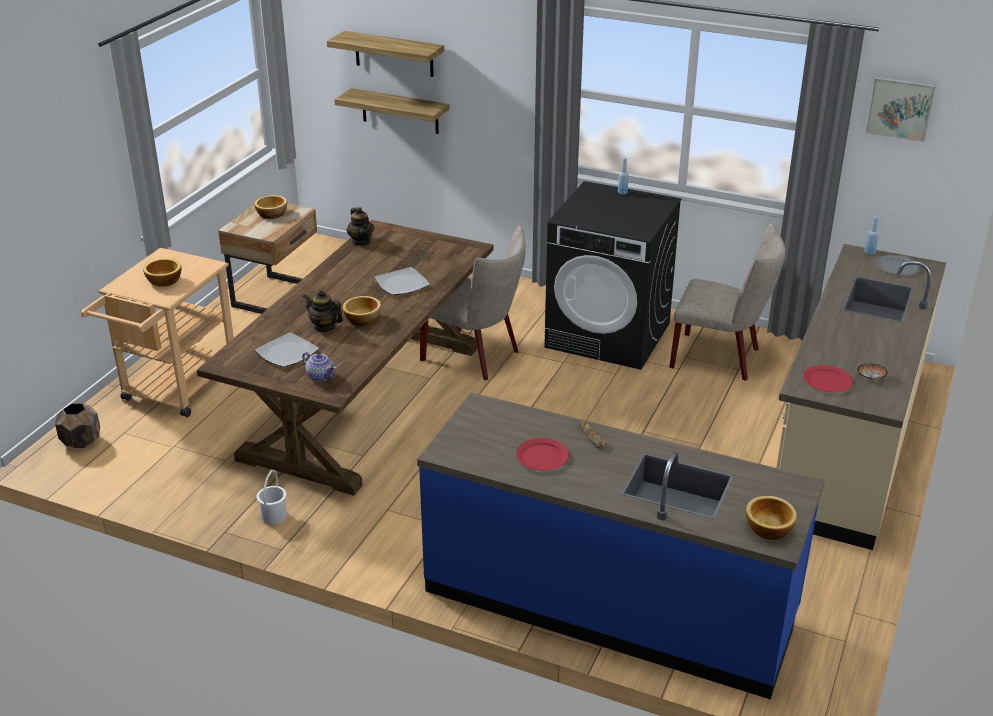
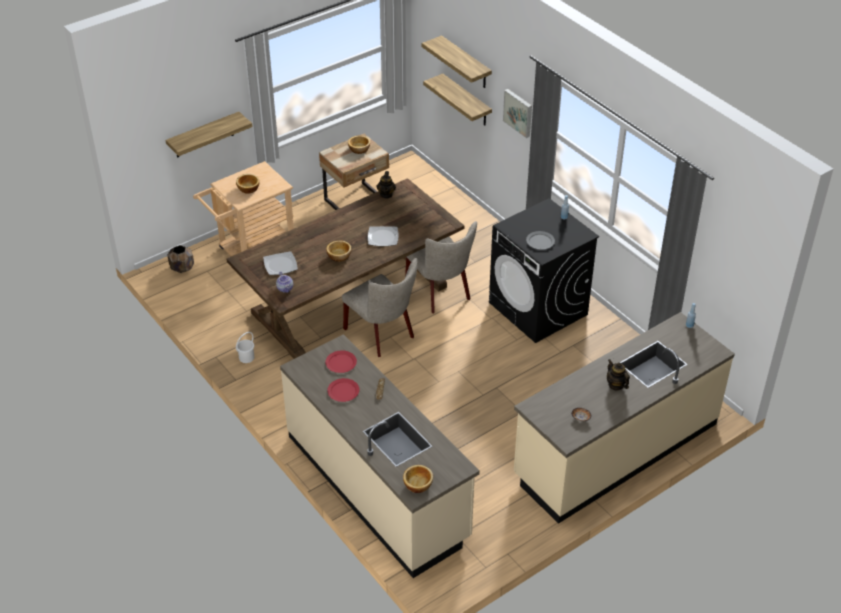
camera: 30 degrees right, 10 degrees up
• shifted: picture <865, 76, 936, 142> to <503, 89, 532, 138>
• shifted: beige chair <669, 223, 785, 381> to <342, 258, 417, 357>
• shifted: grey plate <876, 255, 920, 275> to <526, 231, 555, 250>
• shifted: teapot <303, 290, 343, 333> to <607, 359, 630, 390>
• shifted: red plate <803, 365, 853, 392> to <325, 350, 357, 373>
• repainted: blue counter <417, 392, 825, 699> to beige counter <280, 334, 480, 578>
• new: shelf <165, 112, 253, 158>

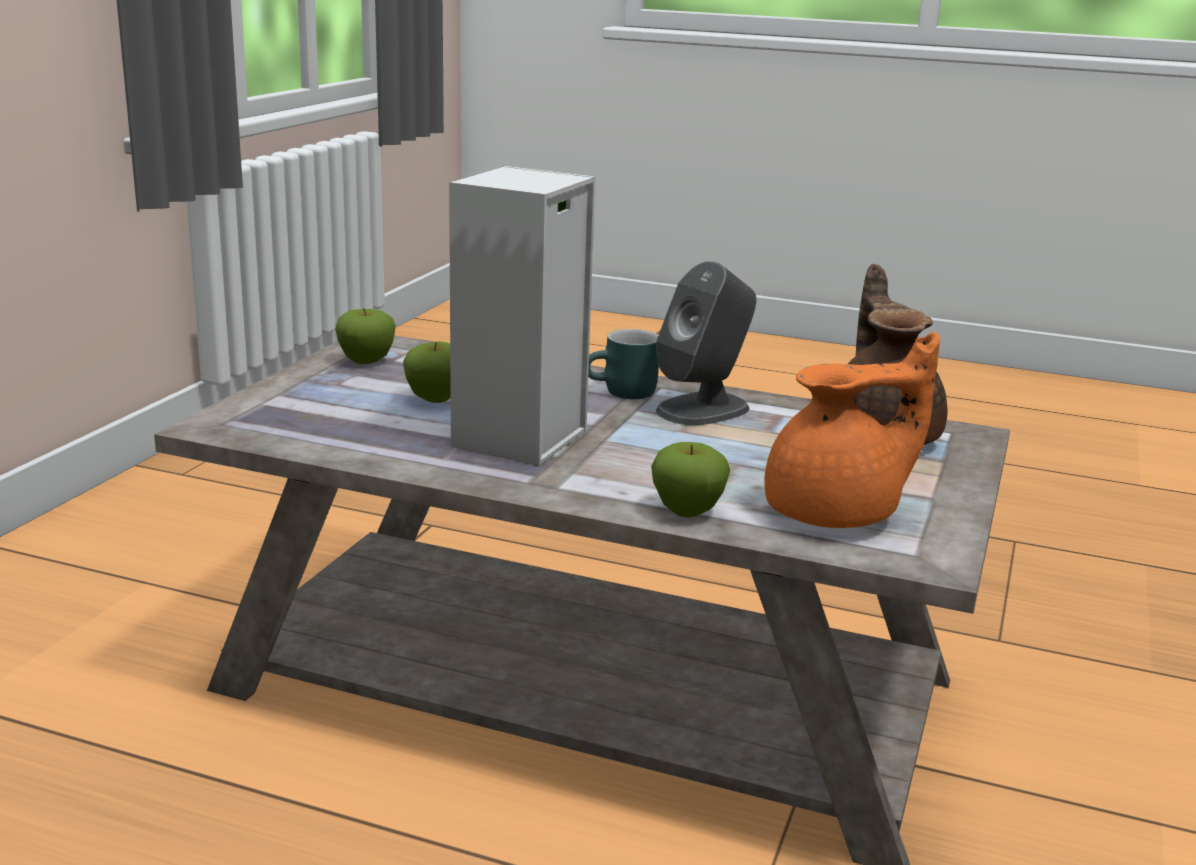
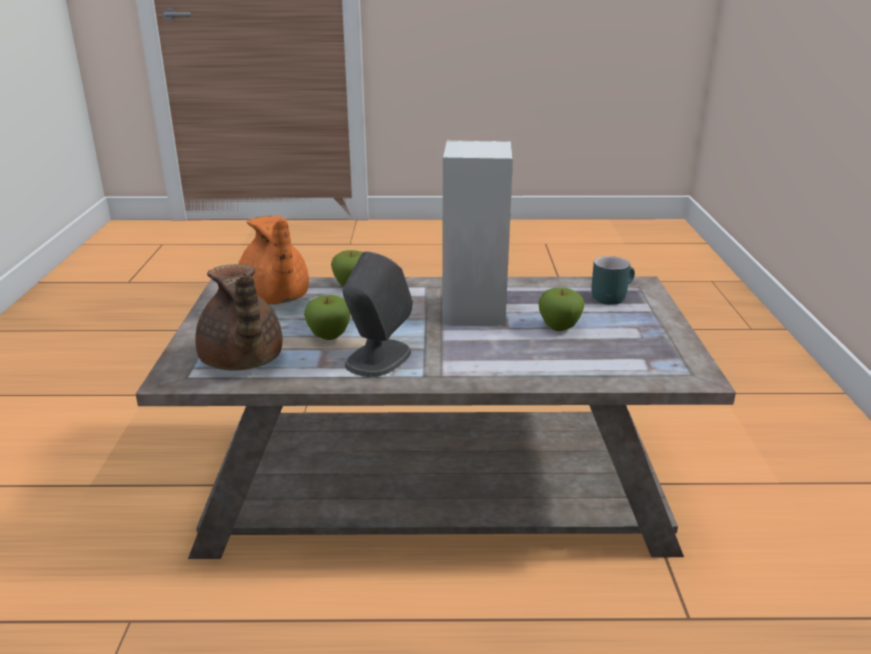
camera: 160 degrees right, 5 degrees up
• shifted: apple <335, 309, 396, 364> to <304, 295, 350, 340>
• shifted: turquoise mug <588, 329, 659, 399> to <592, 256, 635, 305>
• rotated: orange teapot <764, 332, 940, 528> = <238, 216, 309, 304> 75 degrees counterclockwise

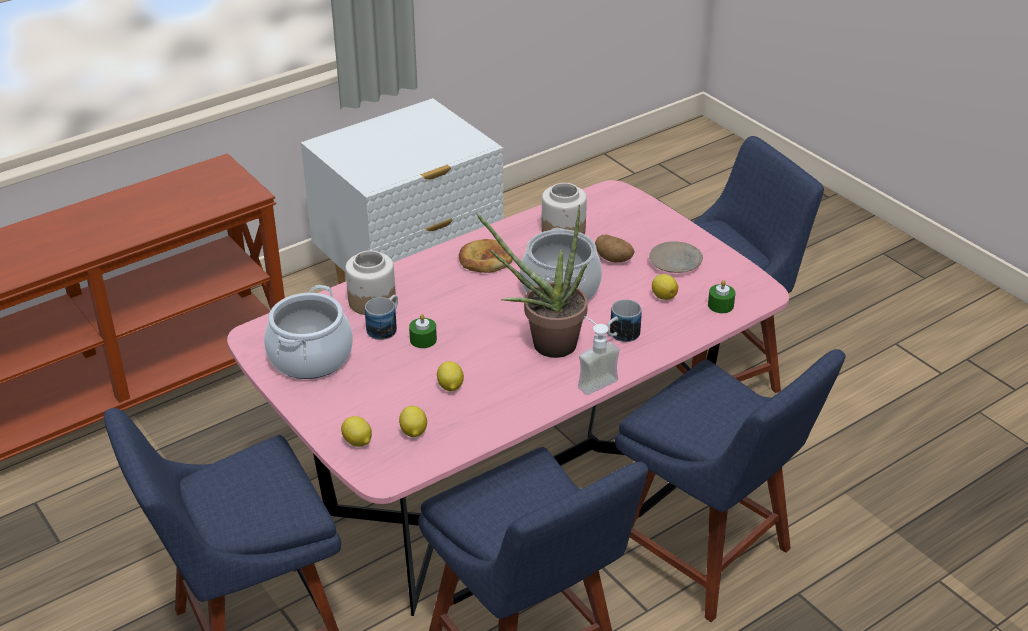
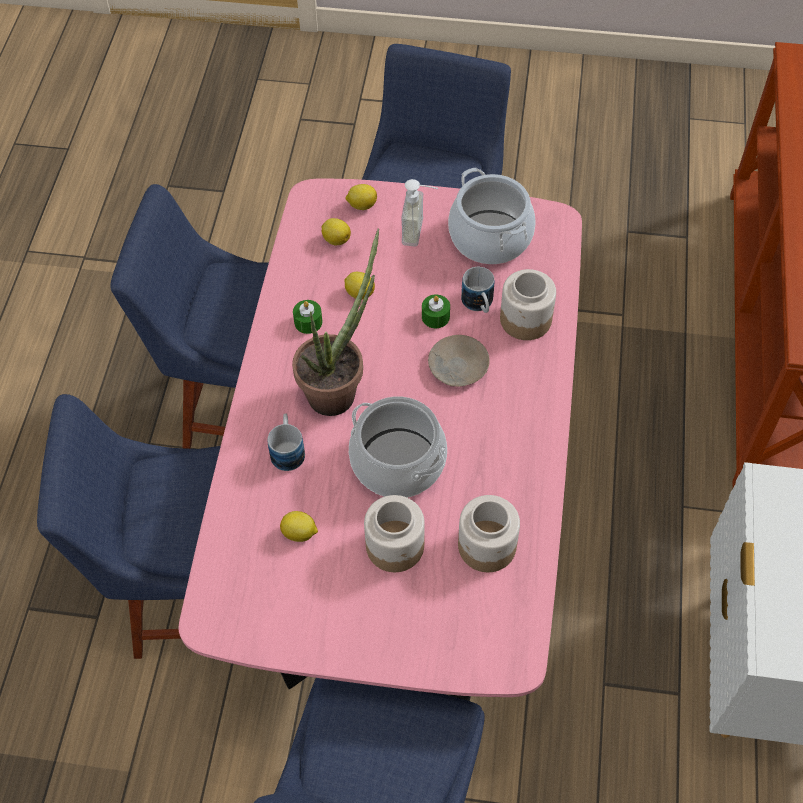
camera: 135 degrees right, 20 degrees up
• swapped: potato <595, 235, 635, 262> to jar <364, 495, 425, 572>
• gone: bread <458, 239, 513, 273>
• shifted: beige plate <649, 241, 703, 273> to <428, 335, 490, 387>
• shifted: green candle <708, 280, 735, 313> to <293, 300, 323, 334>
• shifted: soap dispenser <578, 316, 620, 395> to <401, 179, 438, 247>

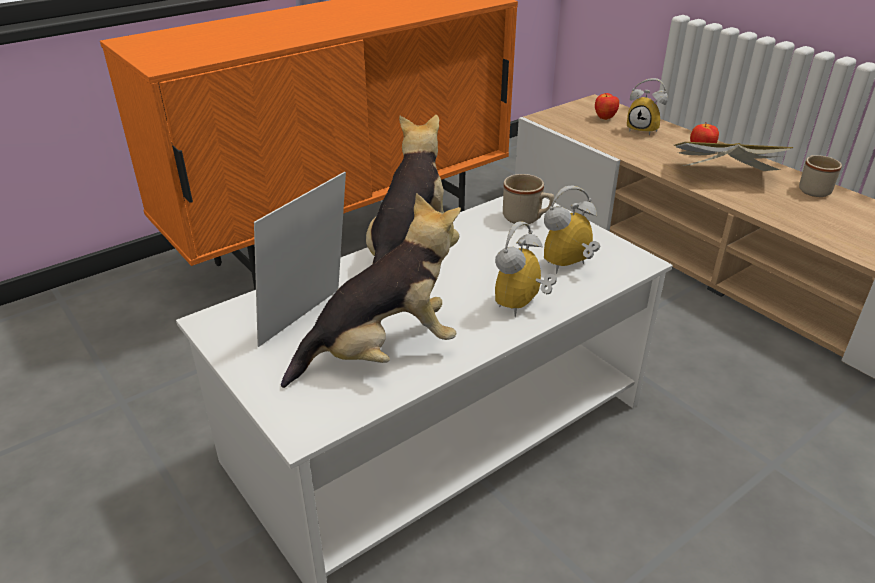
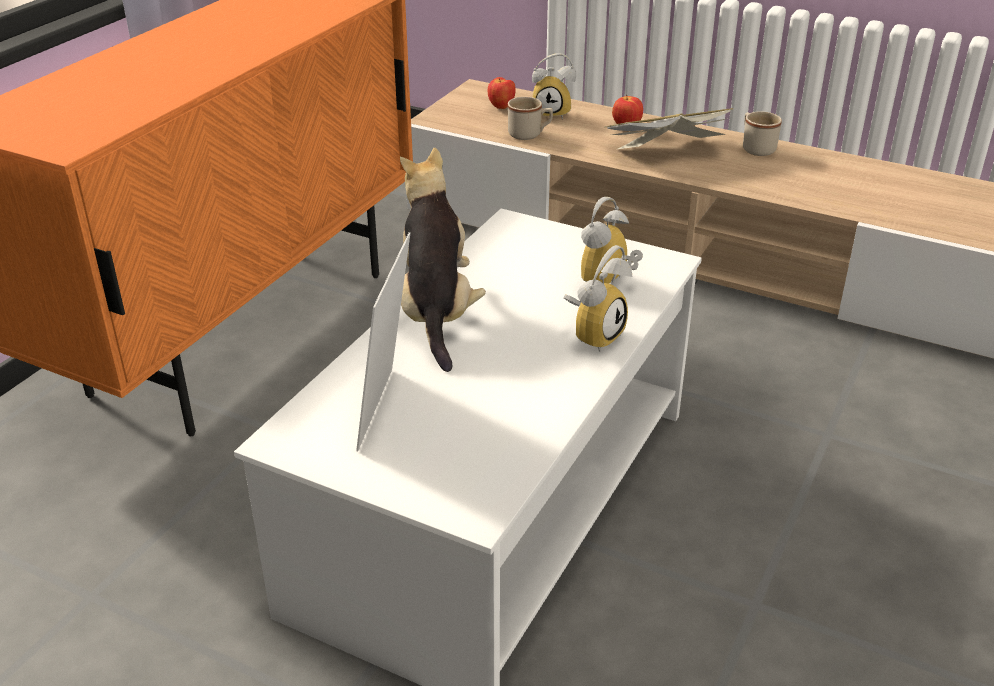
camera: 25 degrees left, 0 degrees up
• shifted: beige mug <503, 174, 554, 224> to <508, 97, 553, 140>
• gone: plush toy <281, 193, 461, 388>
• rotated: alarm clock <495, 222, 557, 317> = <564, 245, 632, 352> 150 degrees counterclockwise

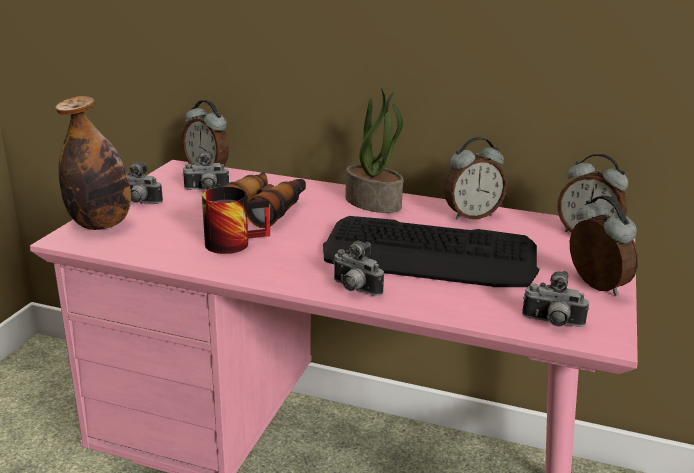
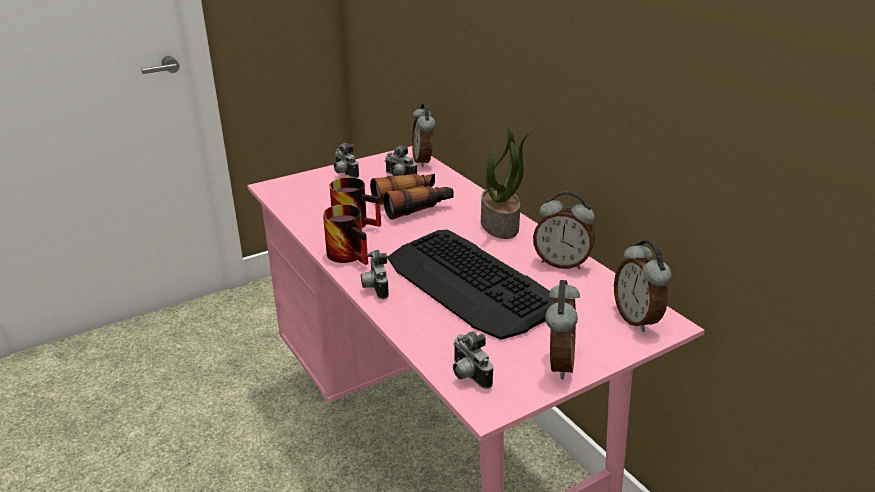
camera: 40 degrees right, 5 degrees up
• gone: bottle <55, 96, 131, 230>
• new: mug <323, 204, 368, 265>

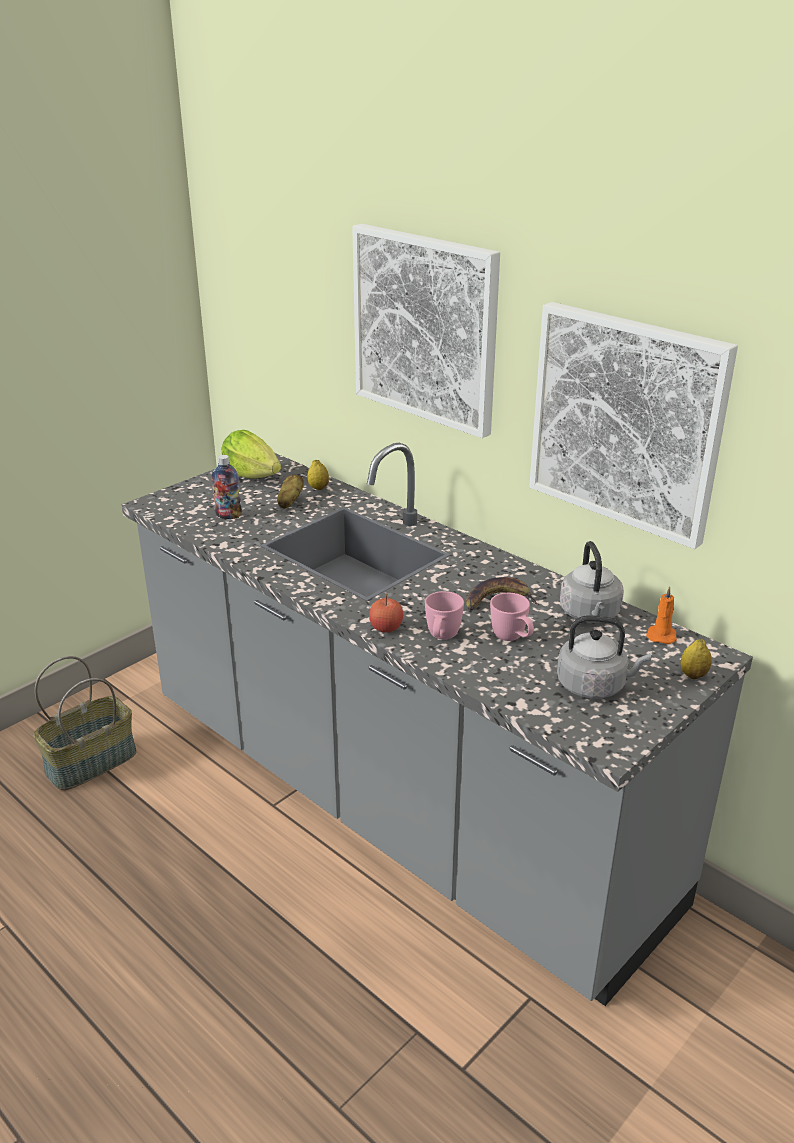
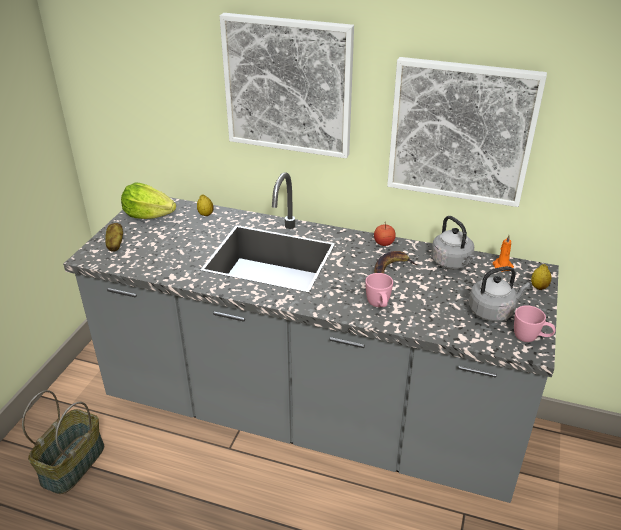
camera: 25 degrees left, 5 degrees up
• gone: bottle <211, 455, 242, 519>
• shifted: potato <277, 475, 304, 509> to <105, 223, 123, 252>
• shifted: pink mug <490, 593, 534, 641> to <514, 305, 556, 342>
• shifted: apple <369, 594, 403, 633> to <374, 223, 396, 246>

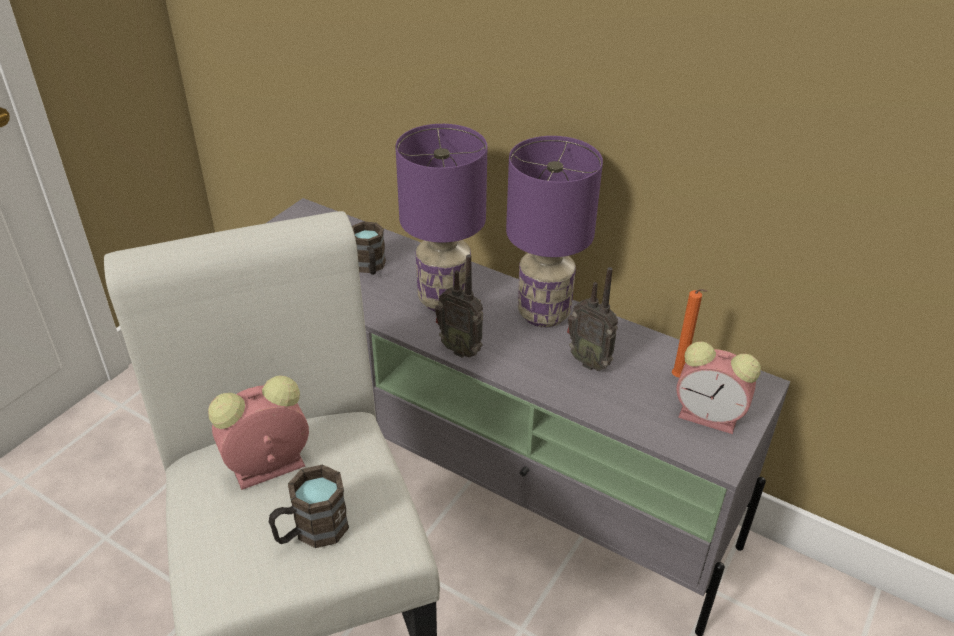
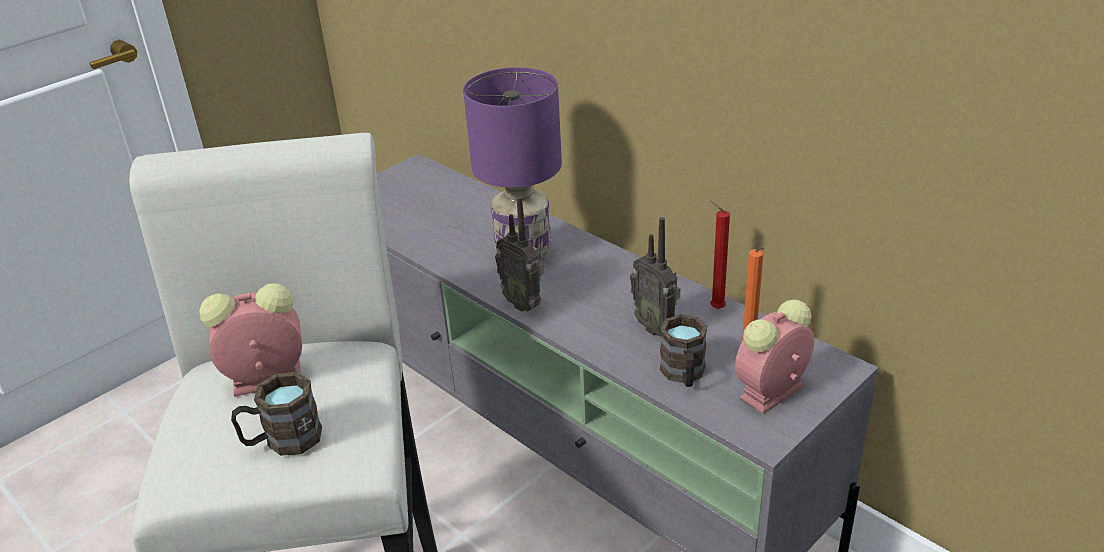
camera: 15 degrees right, 5 degrees down
• gone: purple table lamp <506, 136, 603, 327>
• shifted: brown mug <352, 221, 386, 275> to <660, 314, 707, 387>
• rotated: alarm clock <676, 342, 761, 434> = <735, 299, 814, 414> 105 degrees clockwise
• new: red candle <710, 201, 730, 309>

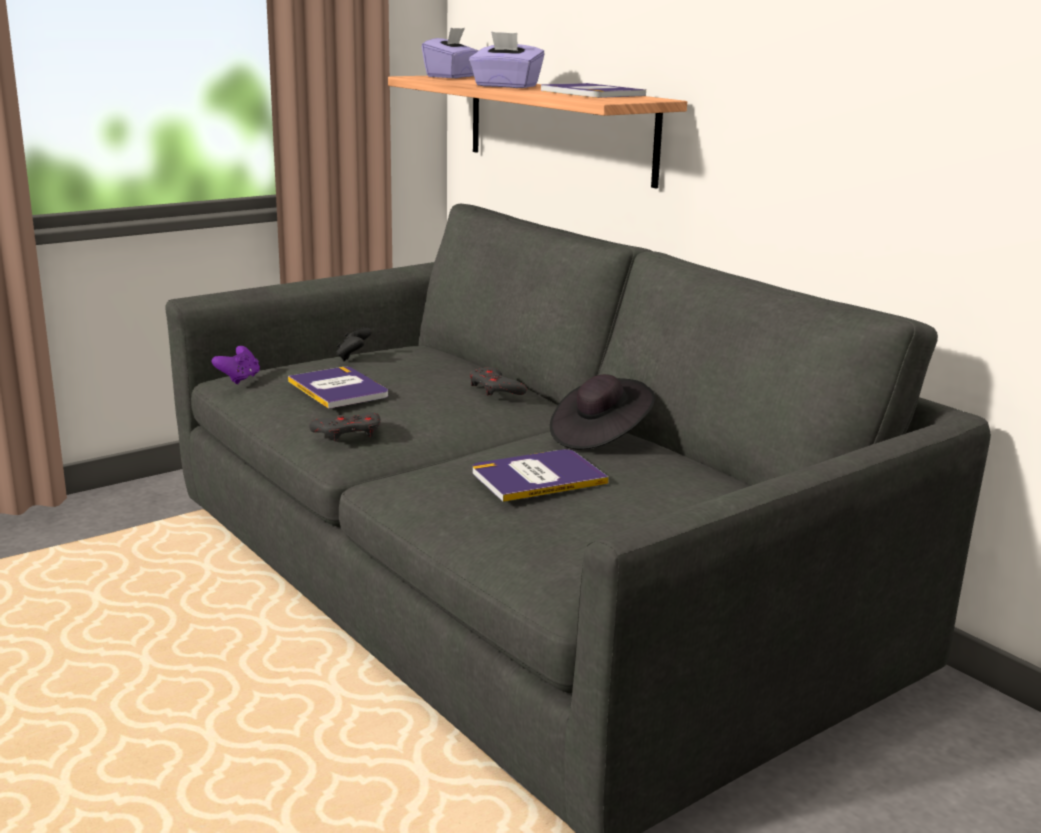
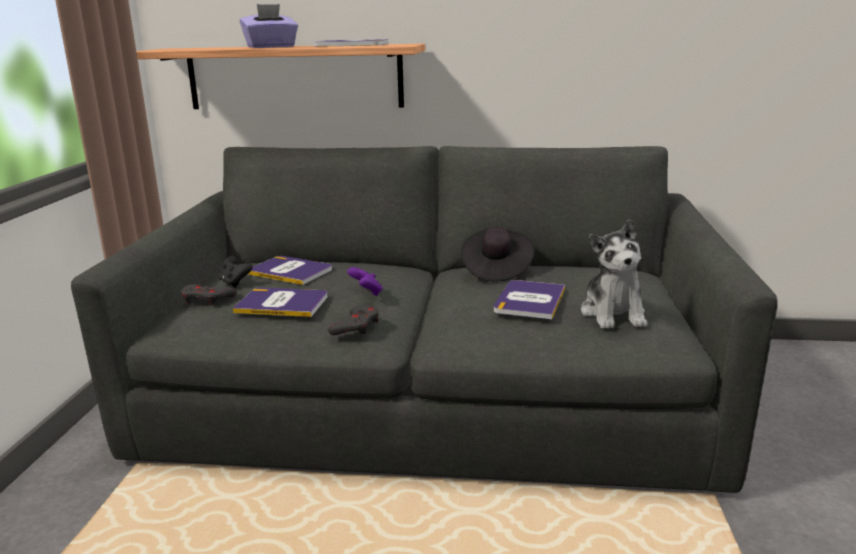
camera: 45 degrees left, 0 degrees up
• gone: purple tissue box <422, 28, 479, 78>
• shifted: purple game controller <212, 346, 260, 384> to <347, 267, 383, 296>
• shifted: grey game controller <470, 367, 527, 396> to <181, 284, 237, 305>
• new: plush toy <581, 220, 648, 329>
• new: book <248, 256, 332, 285>

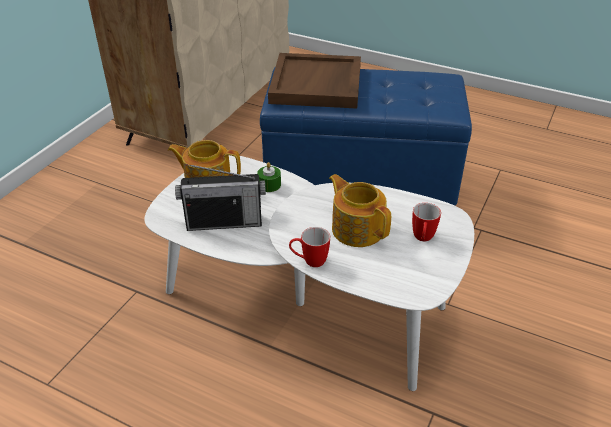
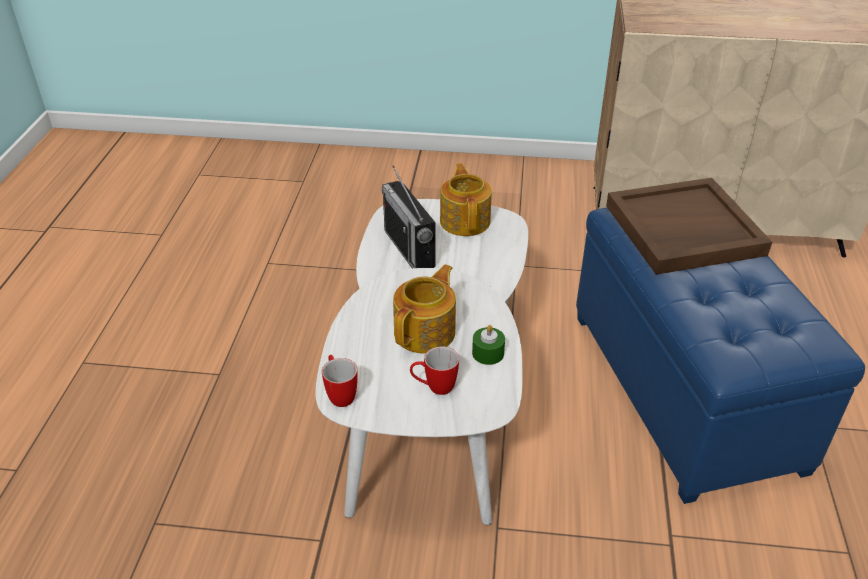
camera: 70 degrees right, 0 degrees up
• shifted: green candle <257, 162, 281, 192> to <472, 325, 505, 365>
• shifted: mug <289, 227, 330, 267> to <322, 355, 358, 407>

